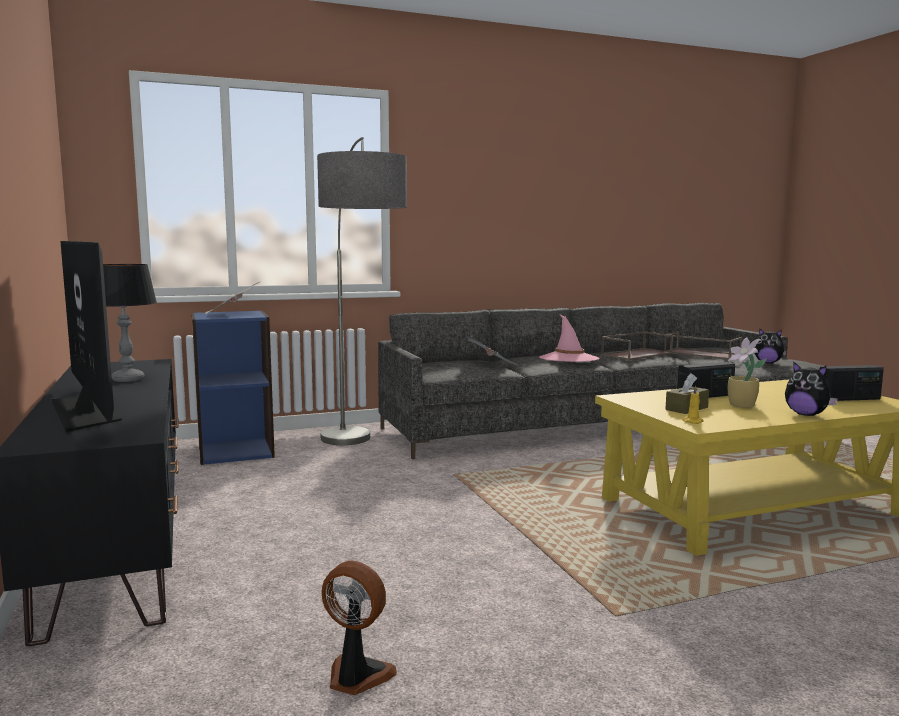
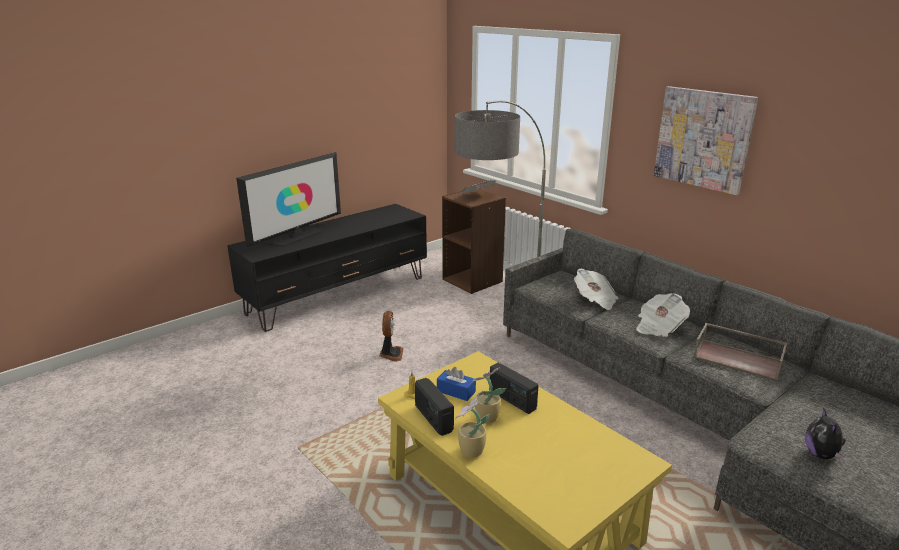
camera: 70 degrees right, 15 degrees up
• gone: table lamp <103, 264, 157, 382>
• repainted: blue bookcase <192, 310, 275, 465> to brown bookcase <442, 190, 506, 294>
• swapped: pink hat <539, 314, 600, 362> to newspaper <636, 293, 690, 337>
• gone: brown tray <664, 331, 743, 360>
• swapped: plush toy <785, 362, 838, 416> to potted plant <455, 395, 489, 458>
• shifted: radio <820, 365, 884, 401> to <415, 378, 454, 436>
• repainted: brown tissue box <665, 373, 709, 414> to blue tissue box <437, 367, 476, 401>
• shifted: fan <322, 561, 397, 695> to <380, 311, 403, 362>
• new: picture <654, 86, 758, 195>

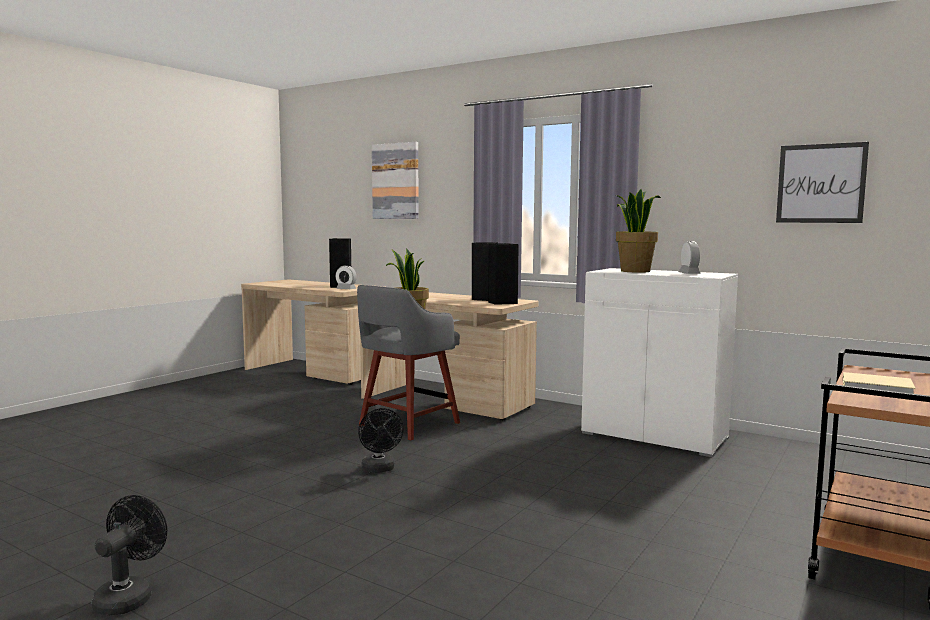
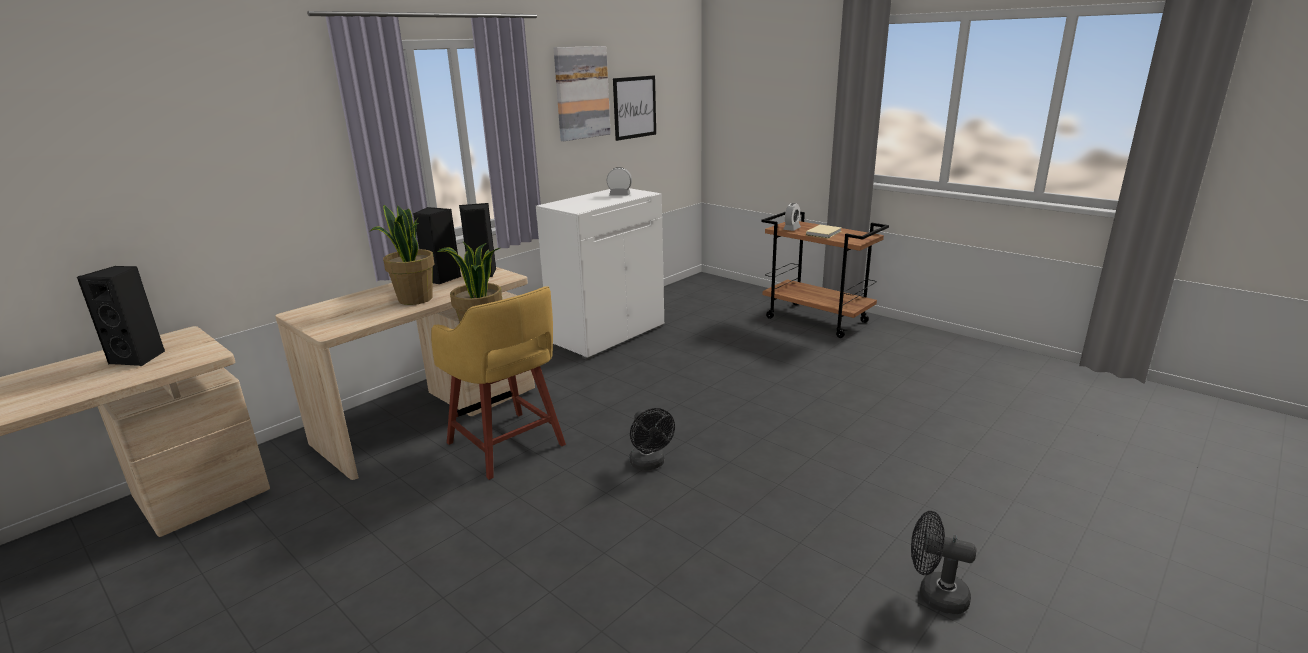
camera: 80 degrees left, 15 degrees up
• shifted: picture <372, 142, 419, 219> to <554, 46, 611, 141>
• shifted: potted plant <616, 189, 661, 273> to <370, 205, 435, 305>
• shifted: alarm clock <335, 265, 357, 289> to <783, 203, 801, 231>
• repainted: grey stool <357, 285, 460, 441> to yellow stool <431, 286, 566, 480>
• rotated: black fan <358, 408, 403, 473> = <629, 408, 675, 470> 75 degrees clockwise

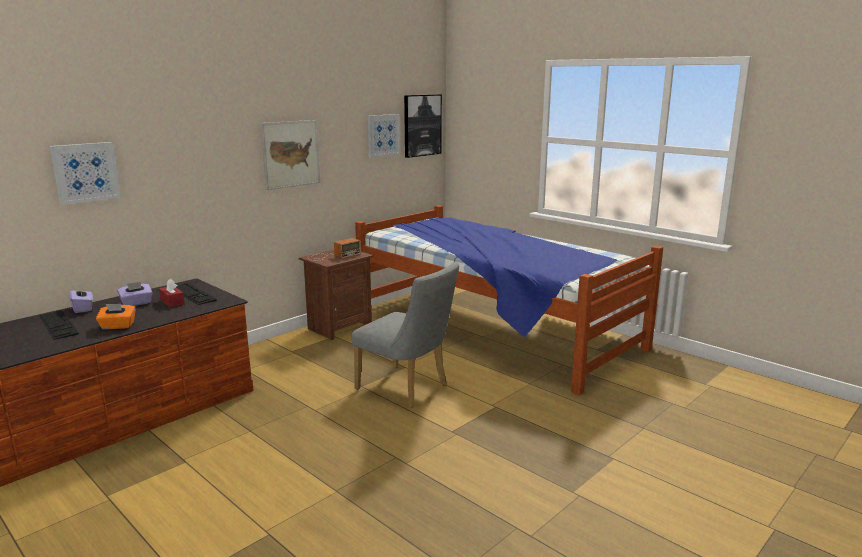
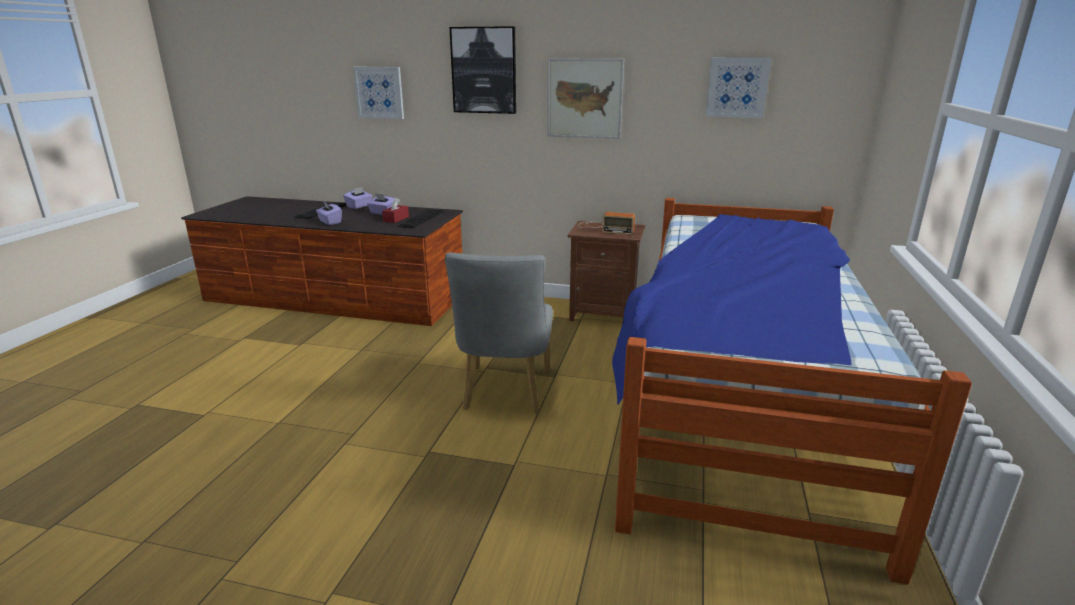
camera: 60 degrees right, 5 degrees up
• shifted: picture <404, 94, 442, 158> to <450, 26, 516, 114>
• repainted: orange tissue box <96, 304, 136, 329> to purple tissue box <316, 201, 342, 225>

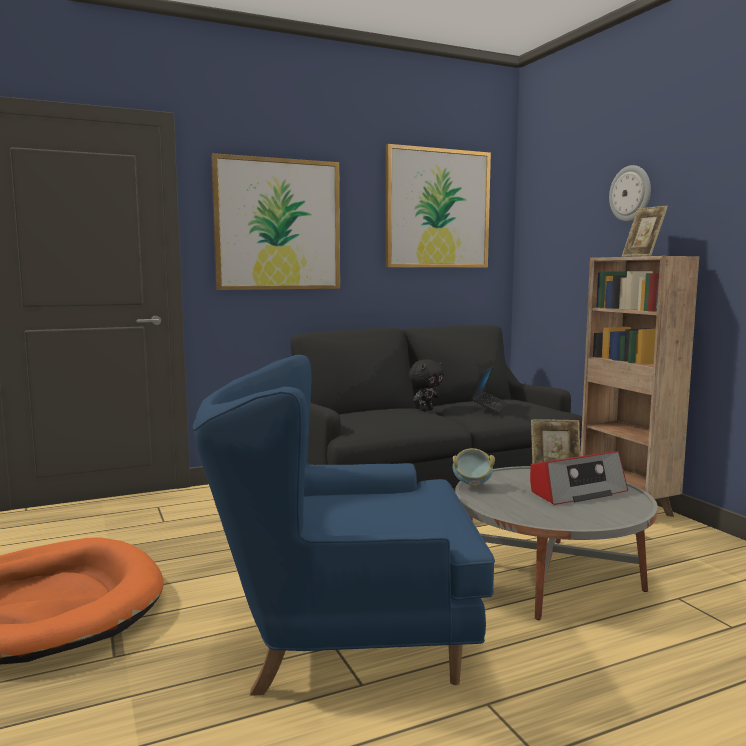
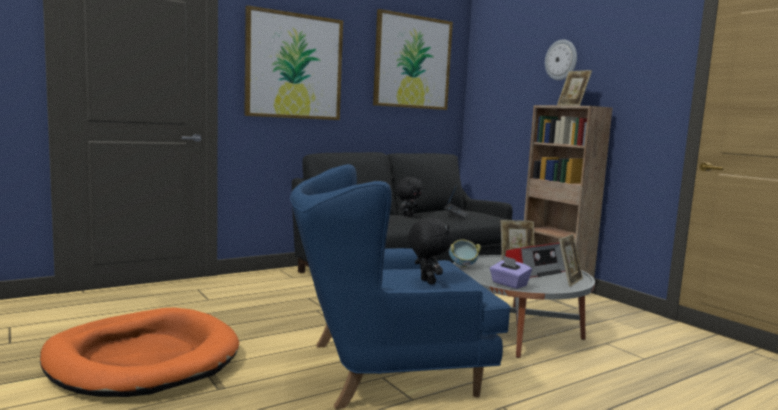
camera: 10 degrees left, 0 degrees up
• new: black plush toy <408, 218, 452, 284>
• new: picture frame <559, 234, 583, 287>
• new: purple tissue box <490, 256, 532, 289>

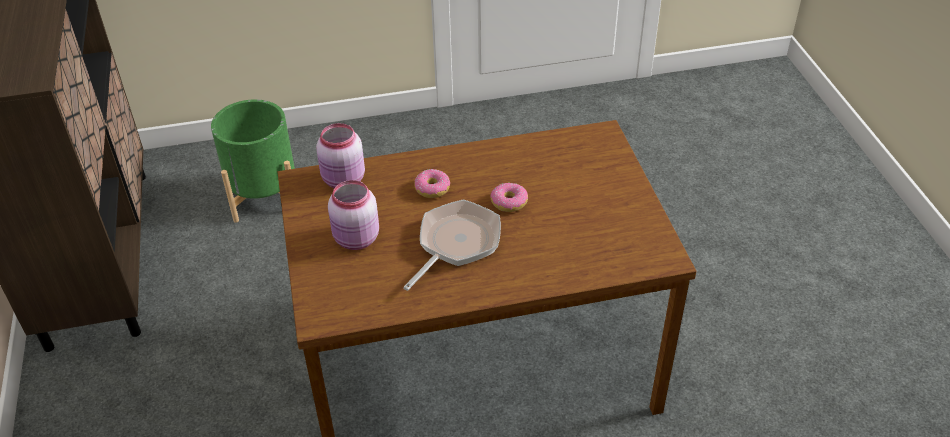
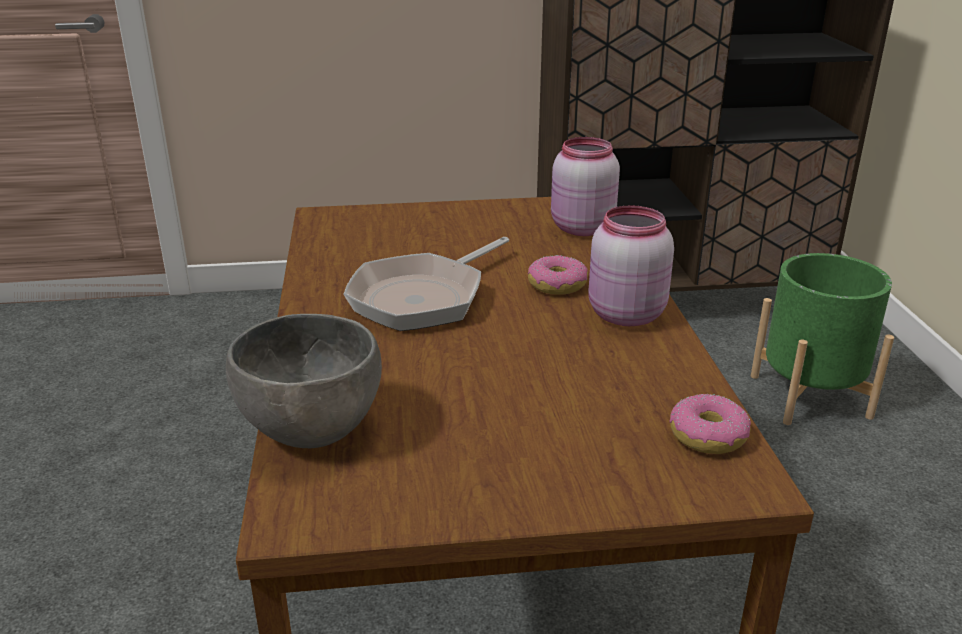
camera: 95 degrees right, 15 degrees down
• shifted: pink jar <328, 180, 379, 250> to <588, 205, 674, 326>
• shifted: donut <490, 183, 528, 212> to <670, 394, 751, 454>
• rotated: frying pan <403, 199, 501, 291> = <343, 237, 509, 331> 90 degrees clockwise
• new: grey bowl <226, 314, 382, 448>

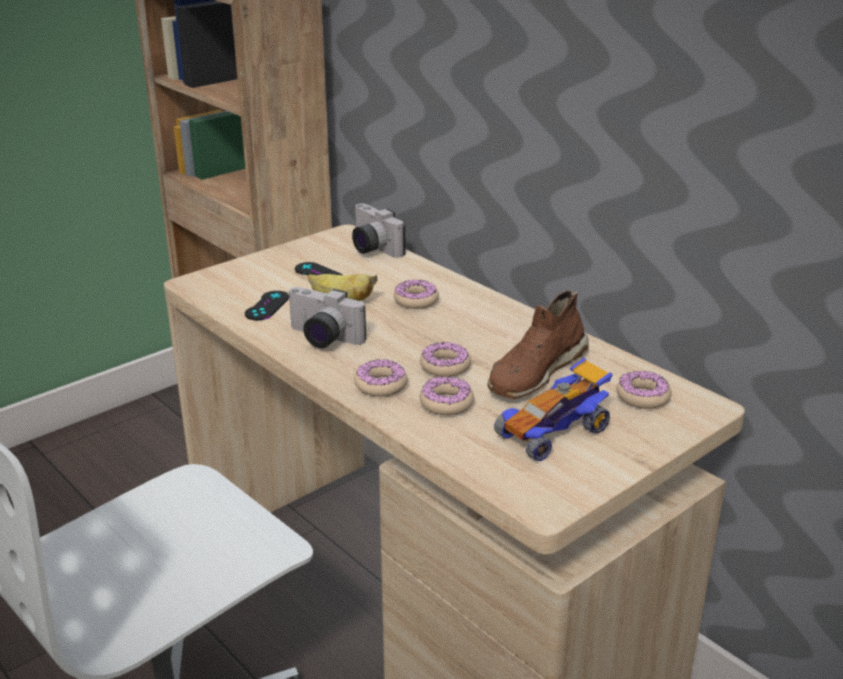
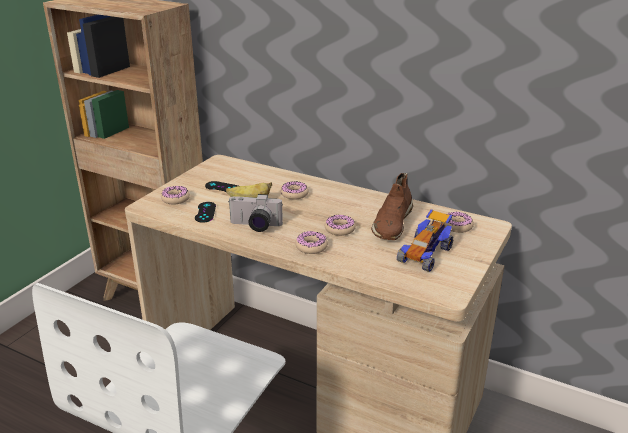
camera: 20 degrees left, 0 degrees up
• gone: photo camera <352, 203, 406, 258>
• shifted: donut <420, 377, 474, 415> to <161, 186, 190, 204>

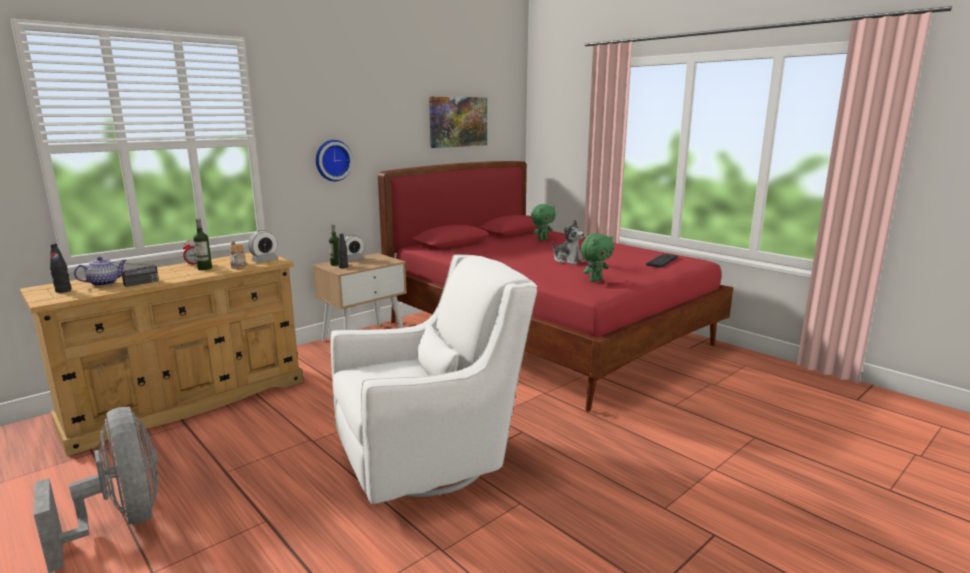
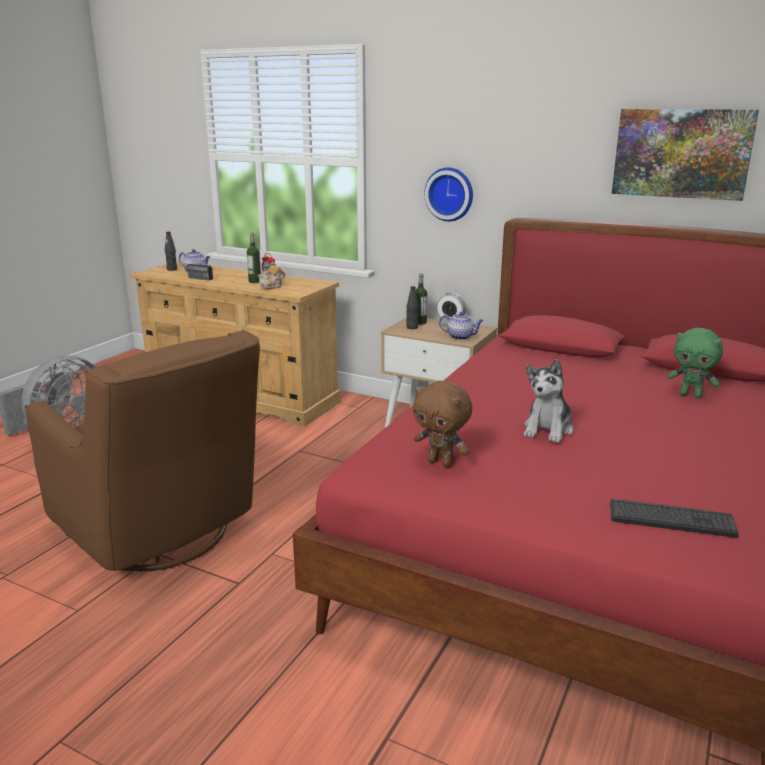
camera: 70 degrees right, 5 degrees up
• gone: alarm clock <248, 230, 278, 263>
• repainted: green plush toy <581, 233, 614, 282> to brown plush toy <413, 381, 472, 467>
• repainted: white armchair <330, 255, 537, 504> to brown armchair <25, 330, 260, 572>
• new: teapot <439, 312, 484, 340>

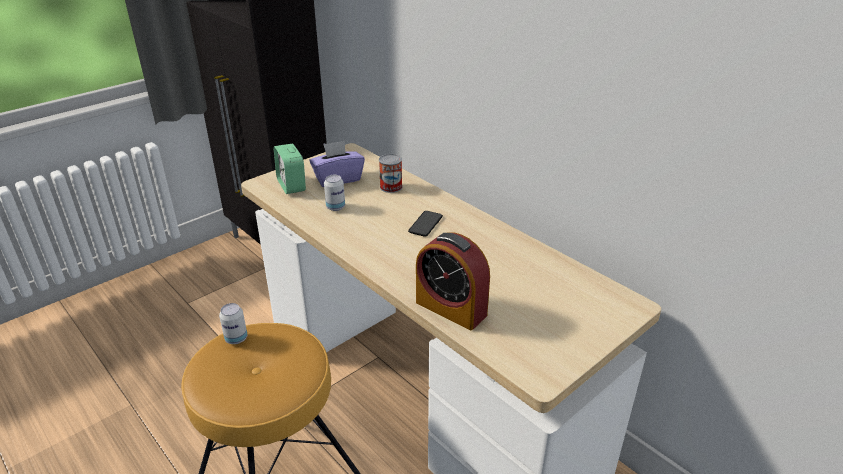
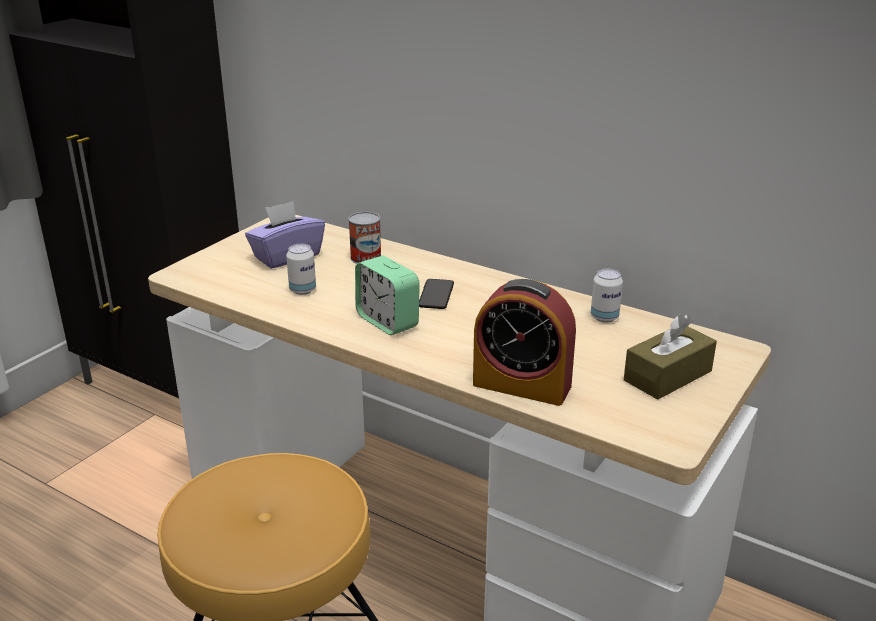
camera: 15 degrees left, 5 degrees down
• shifted: alarm clock <274, 144, 306, 194> to <355, 256, 420, 335>
• shifted: can <219, 303, 247, 344> to <591, 268, 623, 323>
• new: brown tissue box <624, 314, 717, 400>

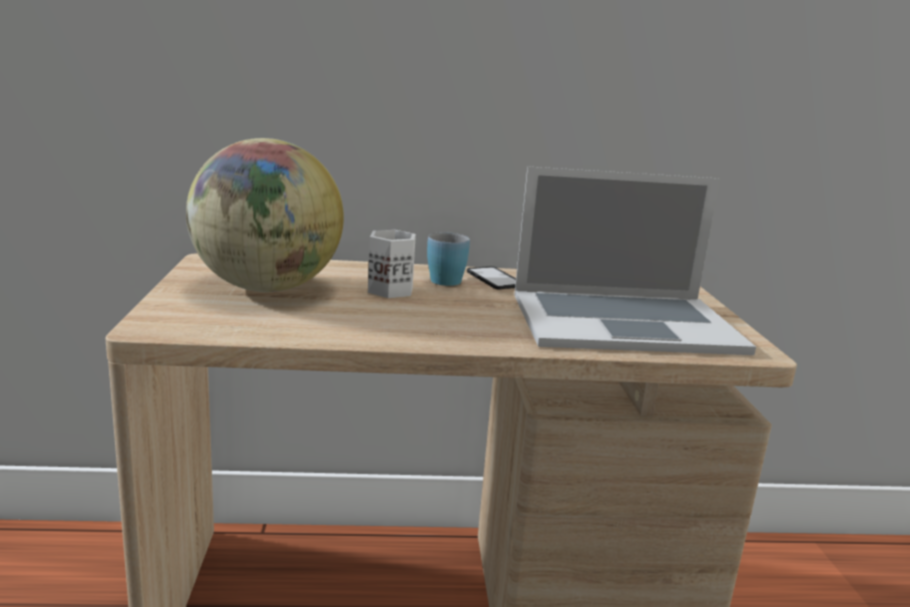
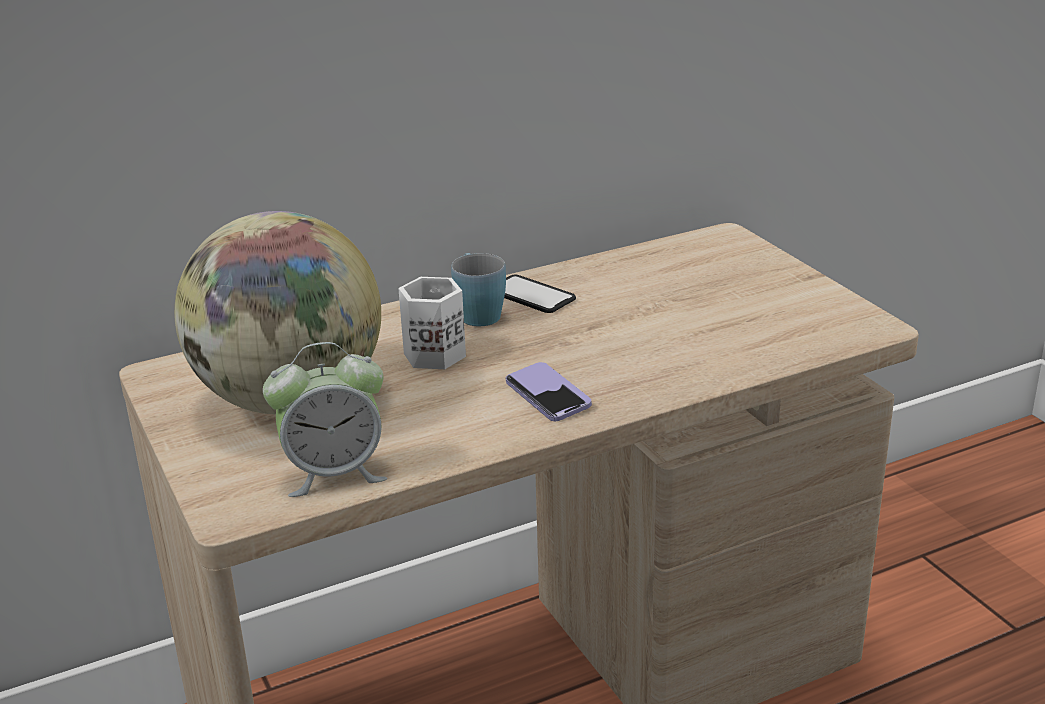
camera: 20 degrees left, 10 degrees up
• gone: laptop <514, 167, 756, 355>
• new: alarm clock <263, 342, 387, 497>
• new: phone <506, 362, 592, 421>

